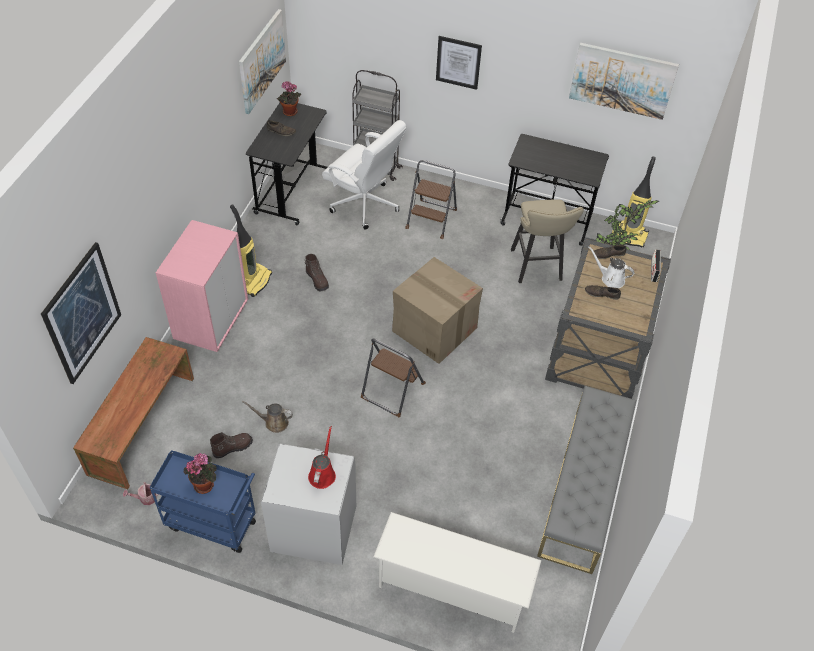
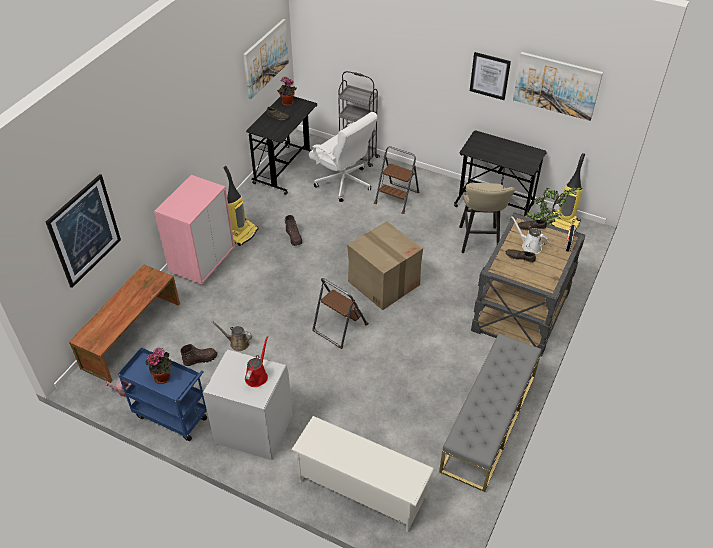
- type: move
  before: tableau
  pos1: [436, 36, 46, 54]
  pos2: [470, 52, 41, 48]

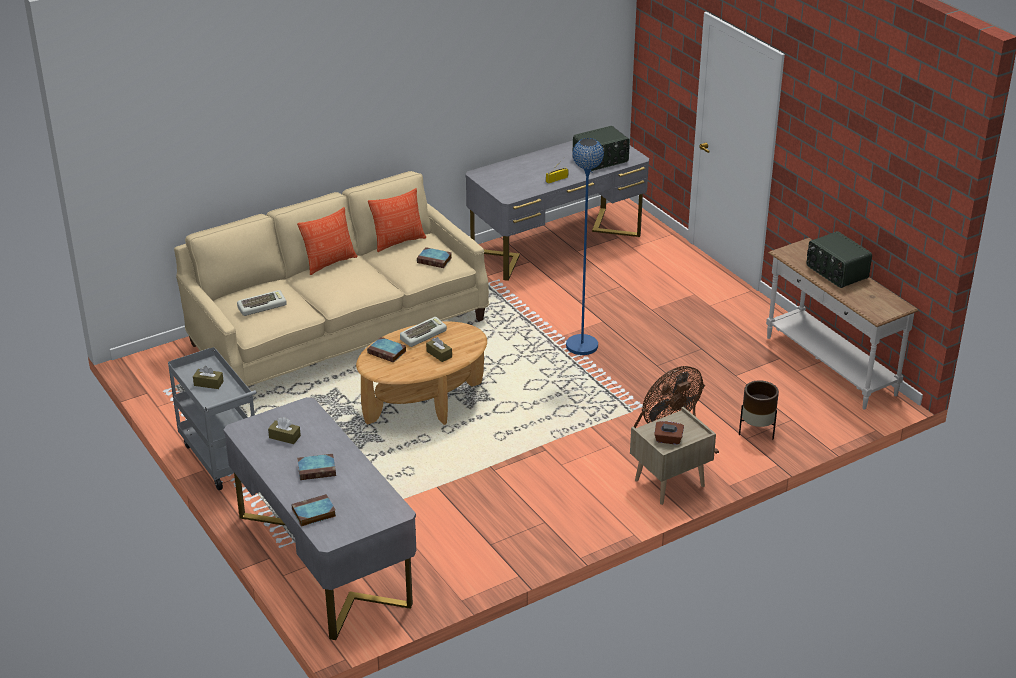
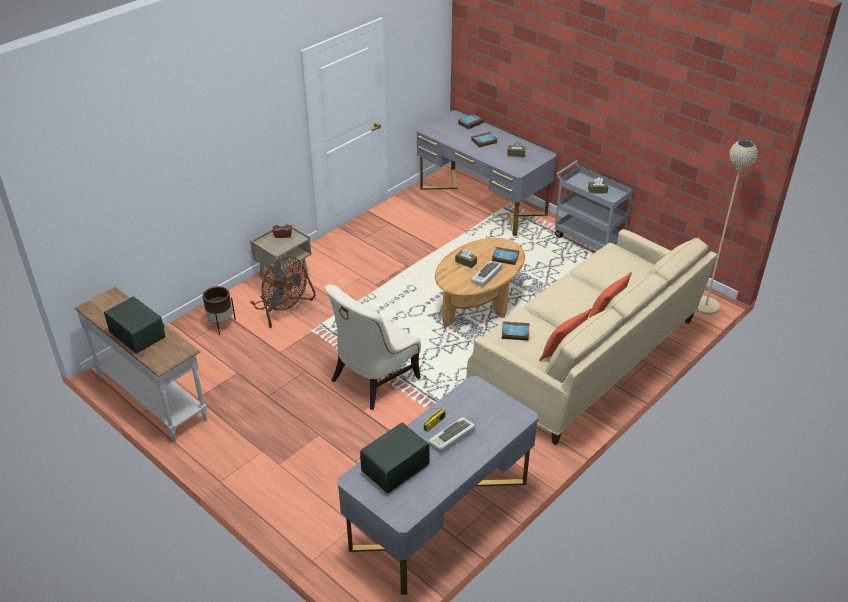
- type: replace
  before: lampadaire (bleu)
  after: fauteuil (beige)
  pos1: [566, 138, 38, 217]
  pos2: [325, 285, 96, 125]
- type: move
  before: clavier
  pos1: [237, 290, 50, 26]
  pos2: [428, 417, 47, 37]
- type: insert
  after: lampadaire (beige)
  pos2: [696, 140, 62, 175]

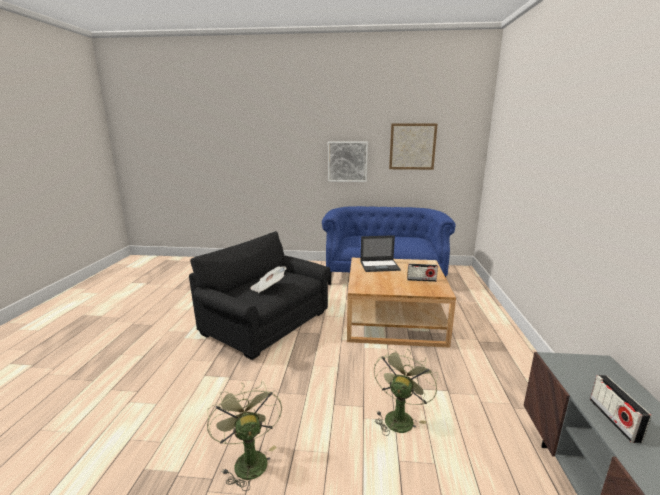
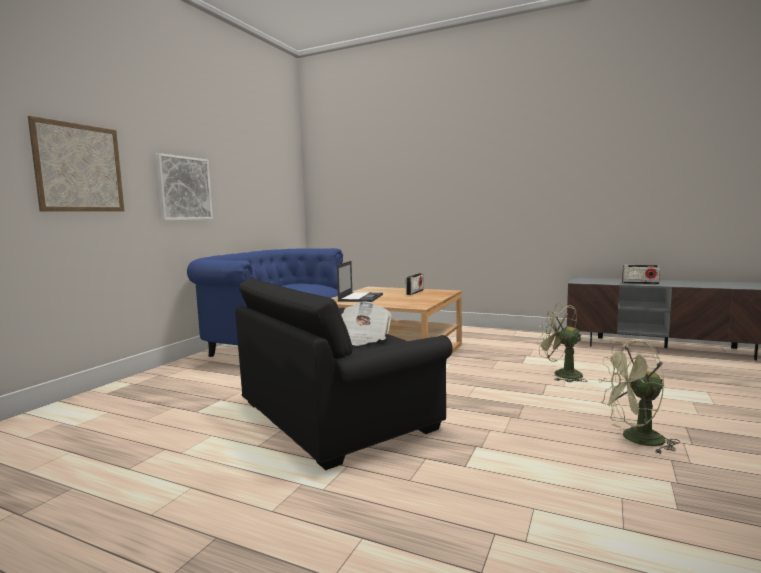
- type: move
  before: tableau
  pos1: [389, 122, 49, 48]
  pos2: [28, 116, 96, 96]

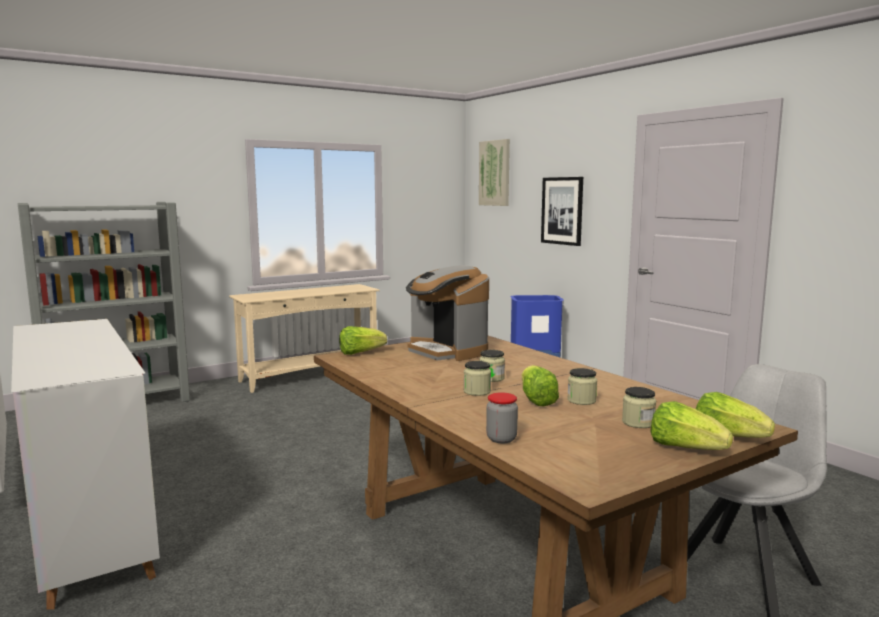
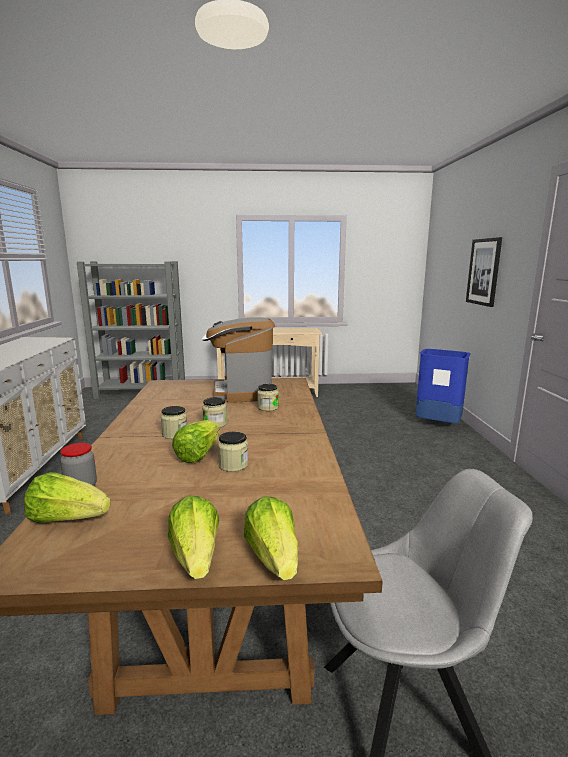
- type: move
  before: laitue
  pos1: [339, 326, 48, 29]
  pos2: [24, 472, 87, 51]
- type: move
  before: bocal
  pos1: [622, 387, 34, 41]
  pos2: [257, 384, 22, 27]
- type: delete
  before: tableau
  pos1: [479, 139, 31, 67]

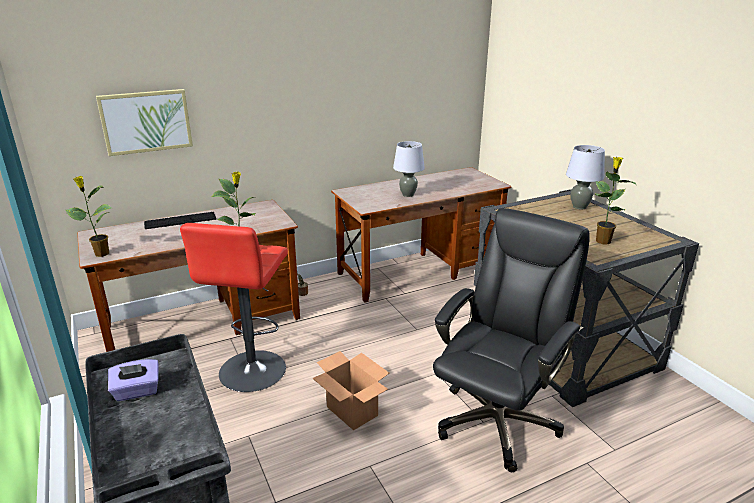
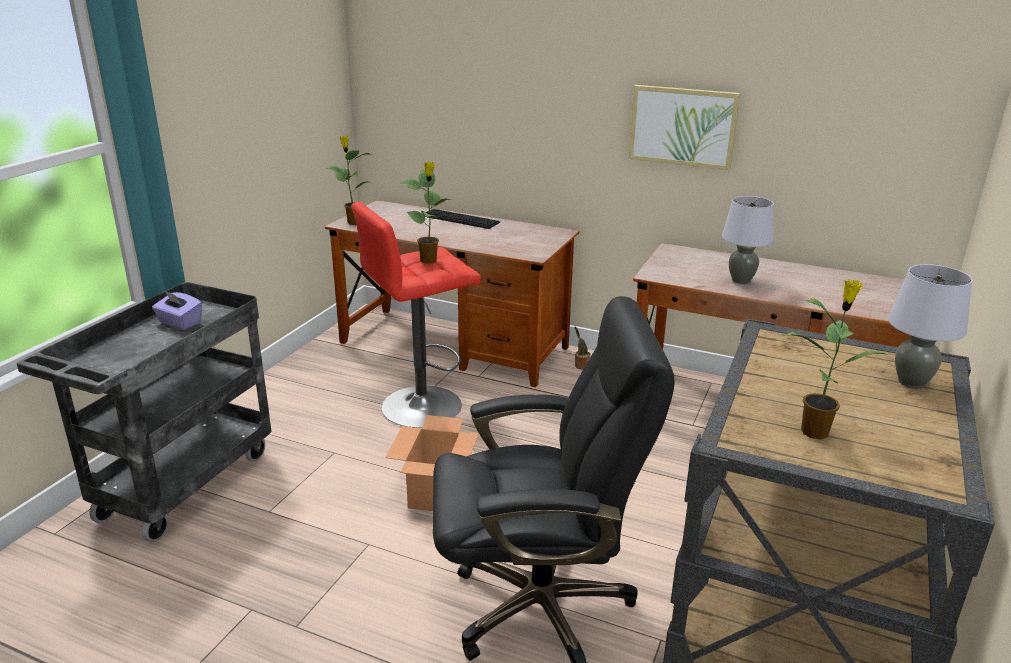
- type: move
  before: tableau
  pos1: [96, 89, 97, 67]
  pos2: [629, 85, 112, 85]

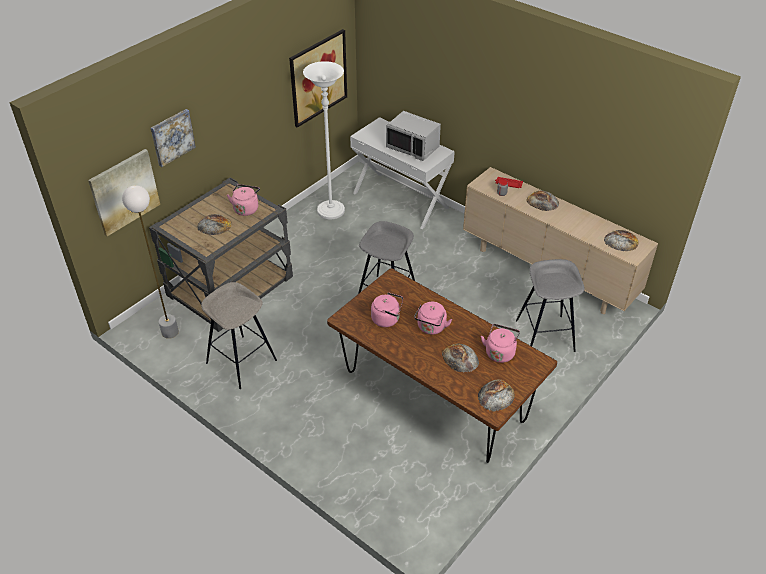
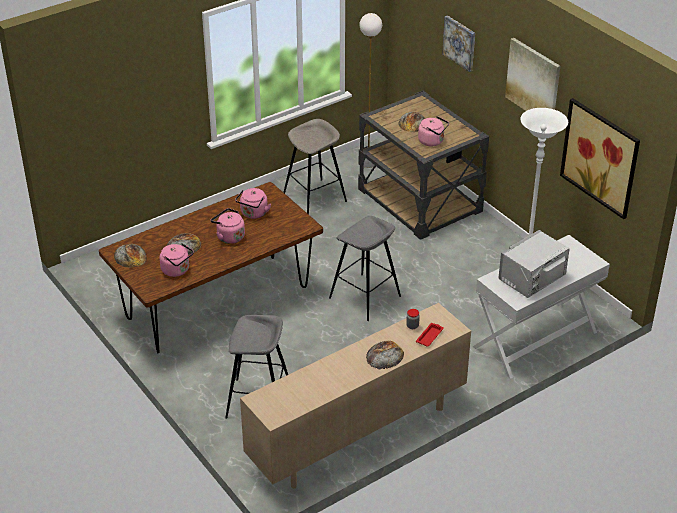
- type: move
  before: tableau
  pos1: [88, 149, 72, 87]
  pos2: [505, 38, 55, 73]
- type: delete
  before: pain
  pos1: [604, 230, 35, 21]

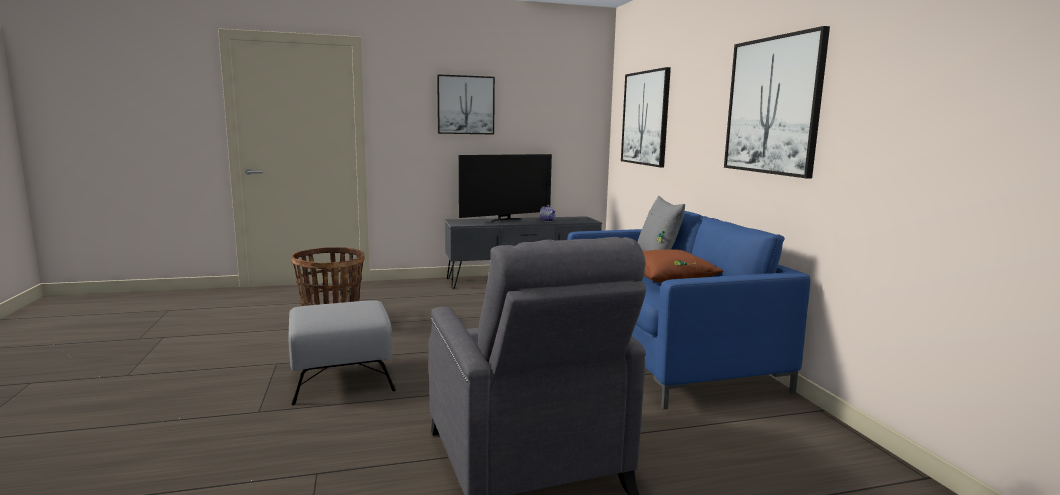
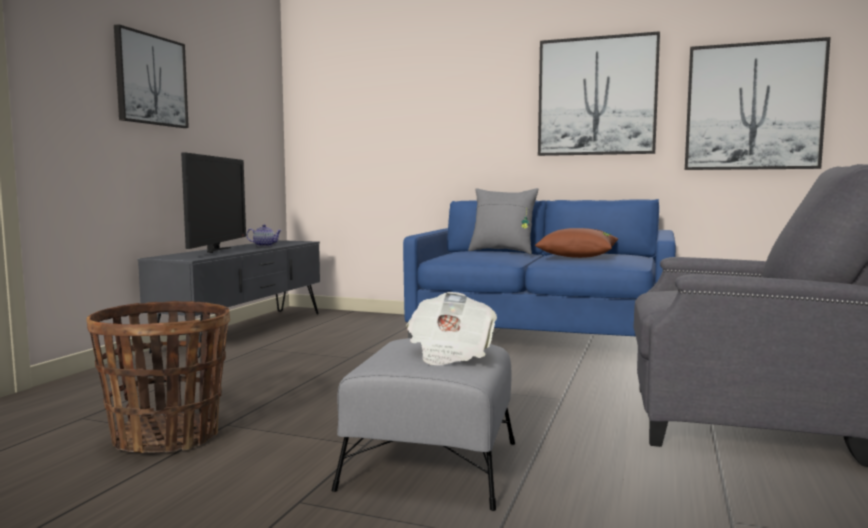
- type: insert
  after: journal
  pos2: [406, 292, 91, 73]
- type: move
  before: tableau
  pos1: [621, 67, 50, 100]
  pos2: [685, 37, 146, 133]

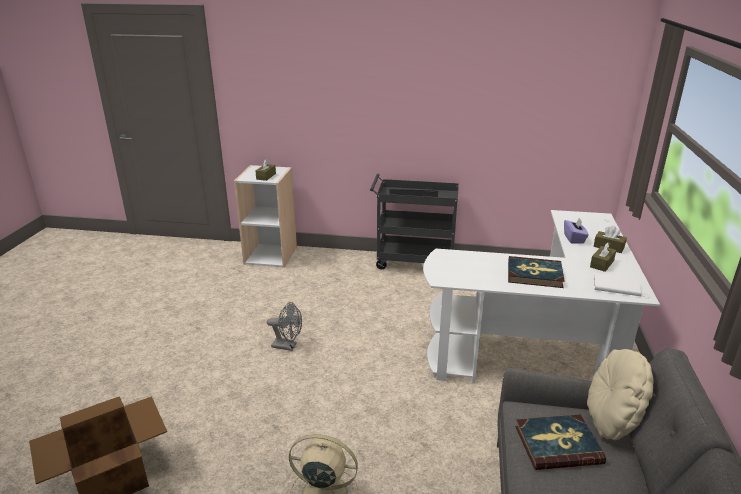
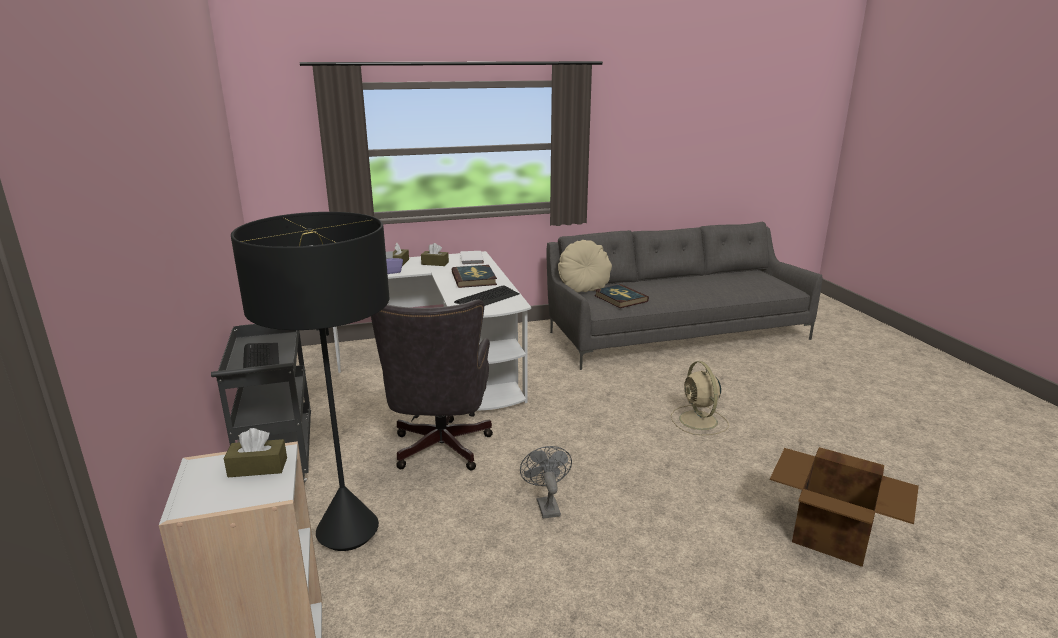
- type: insert
  after: lampadaire (noir)
  pos2: [231, 212, 158, 339]
- type: insert
  after: chaise de bureau (gris)
  pos2: [371, 300, 122, 170]
- type: insert
  after: clavier
  pos2: [454, 286, 66, 20]

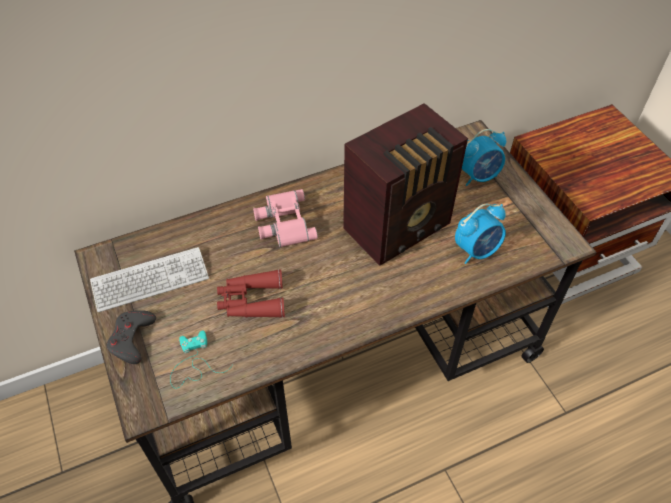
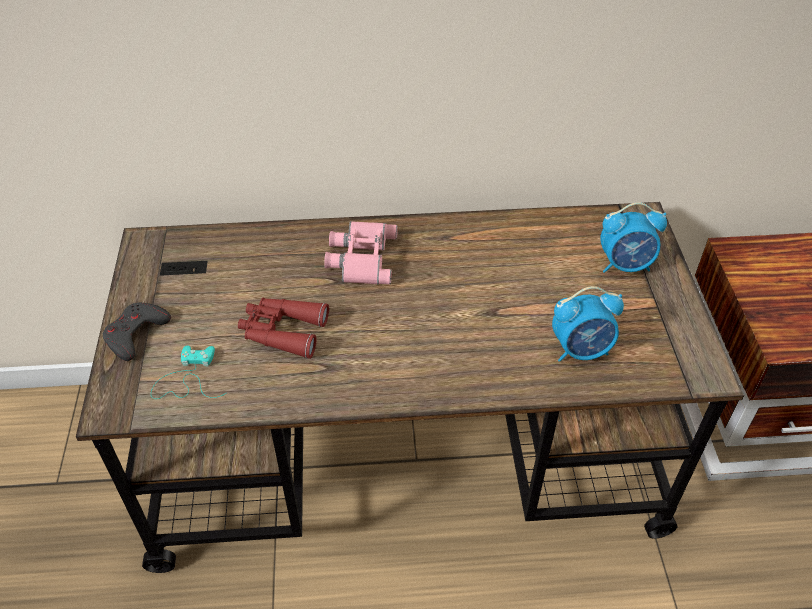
- type: delete
  before: clavier
  pos1: [90, 247, 119, 65]
- type: delete
  before: radio
  pos1: [343, 103, 125, 163]

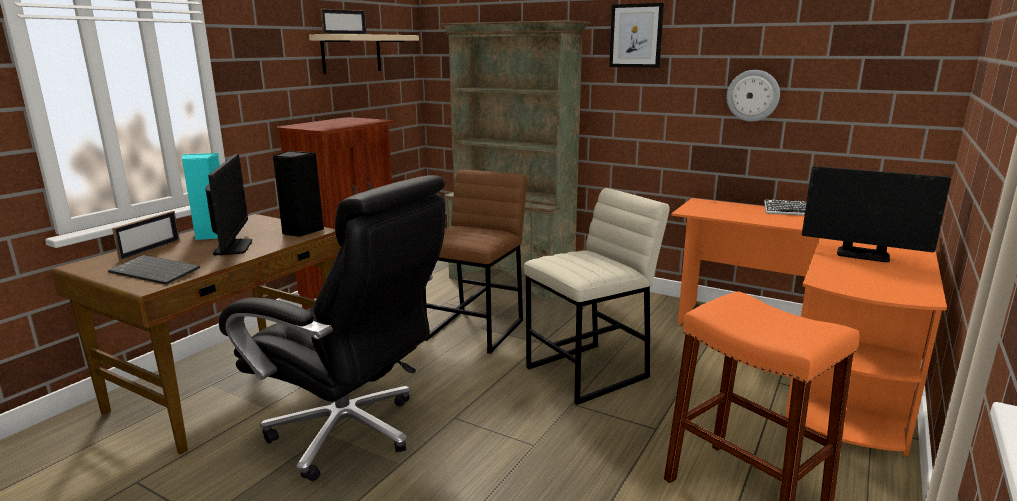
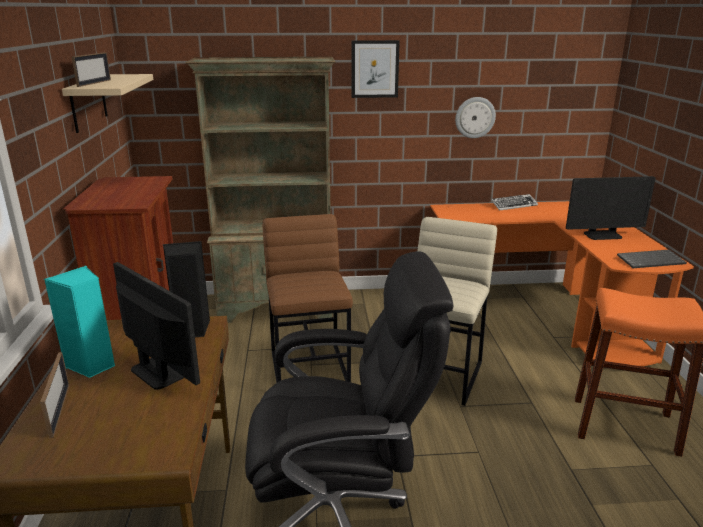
- type: move
  before: clavier
  pos1: [108, 255, 92, 30]
  pos2: [617, 250, 70, 18]

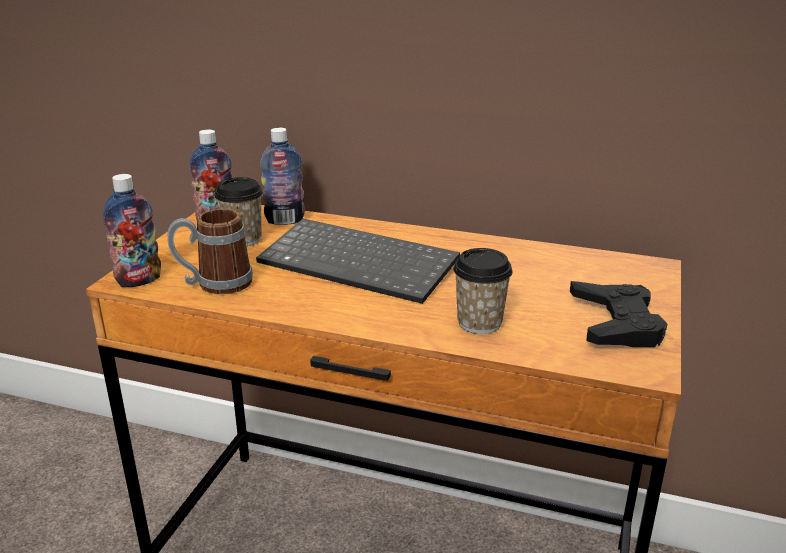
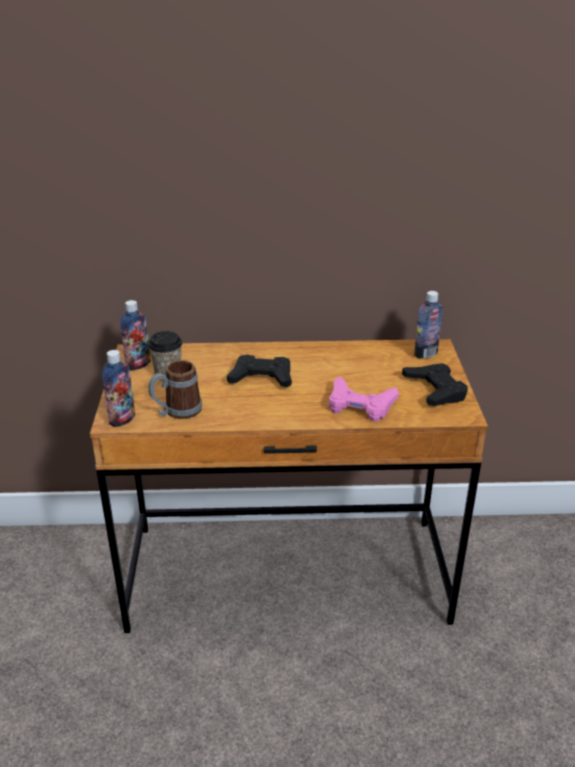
- type: replace
  before: clavier
  after: manette (noir)
  pos1: [256, 219, 204, 85]
  pos2: [227, 355, 65, 32]
- type: replace
  before: tasse
  after: manette (rose)
  pos1: [453, 248, 60, 86]
  pos2: [329, 376, 70, 46]
- type: move
  before: bouteille
  pos1: [260, 128, 45, 97]
  pos2: [414, 291, 29, 68]

